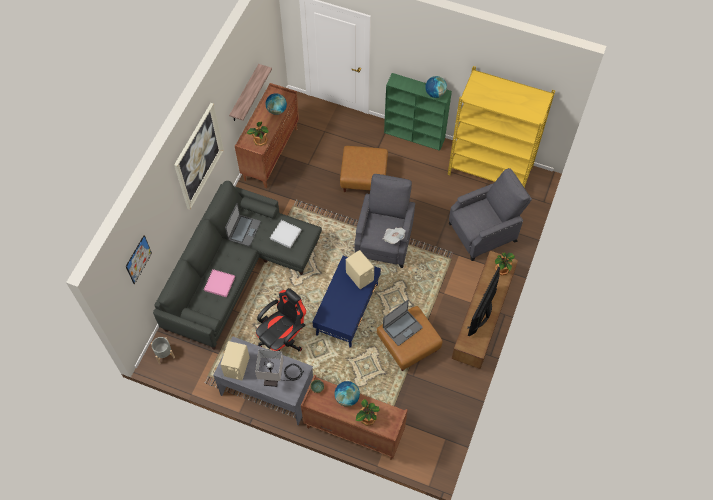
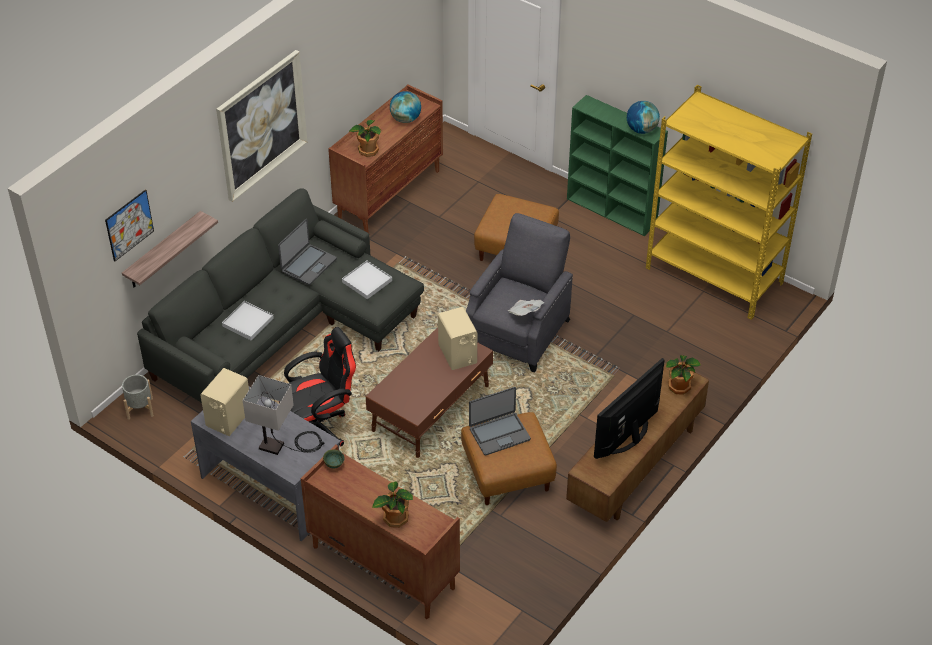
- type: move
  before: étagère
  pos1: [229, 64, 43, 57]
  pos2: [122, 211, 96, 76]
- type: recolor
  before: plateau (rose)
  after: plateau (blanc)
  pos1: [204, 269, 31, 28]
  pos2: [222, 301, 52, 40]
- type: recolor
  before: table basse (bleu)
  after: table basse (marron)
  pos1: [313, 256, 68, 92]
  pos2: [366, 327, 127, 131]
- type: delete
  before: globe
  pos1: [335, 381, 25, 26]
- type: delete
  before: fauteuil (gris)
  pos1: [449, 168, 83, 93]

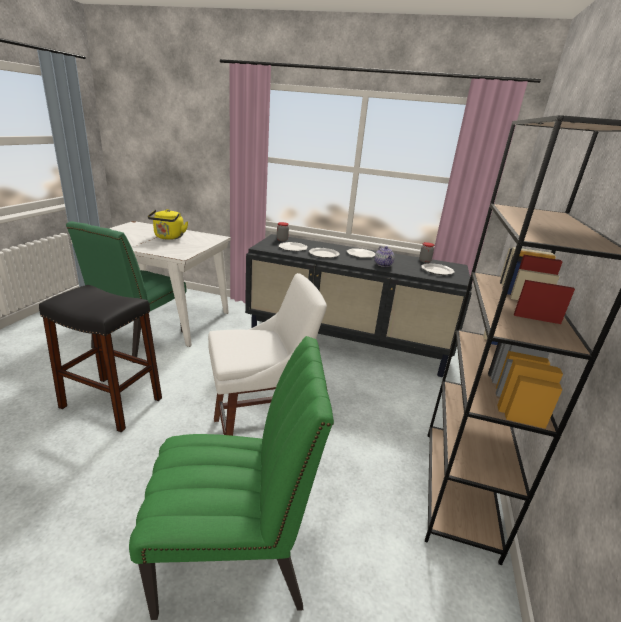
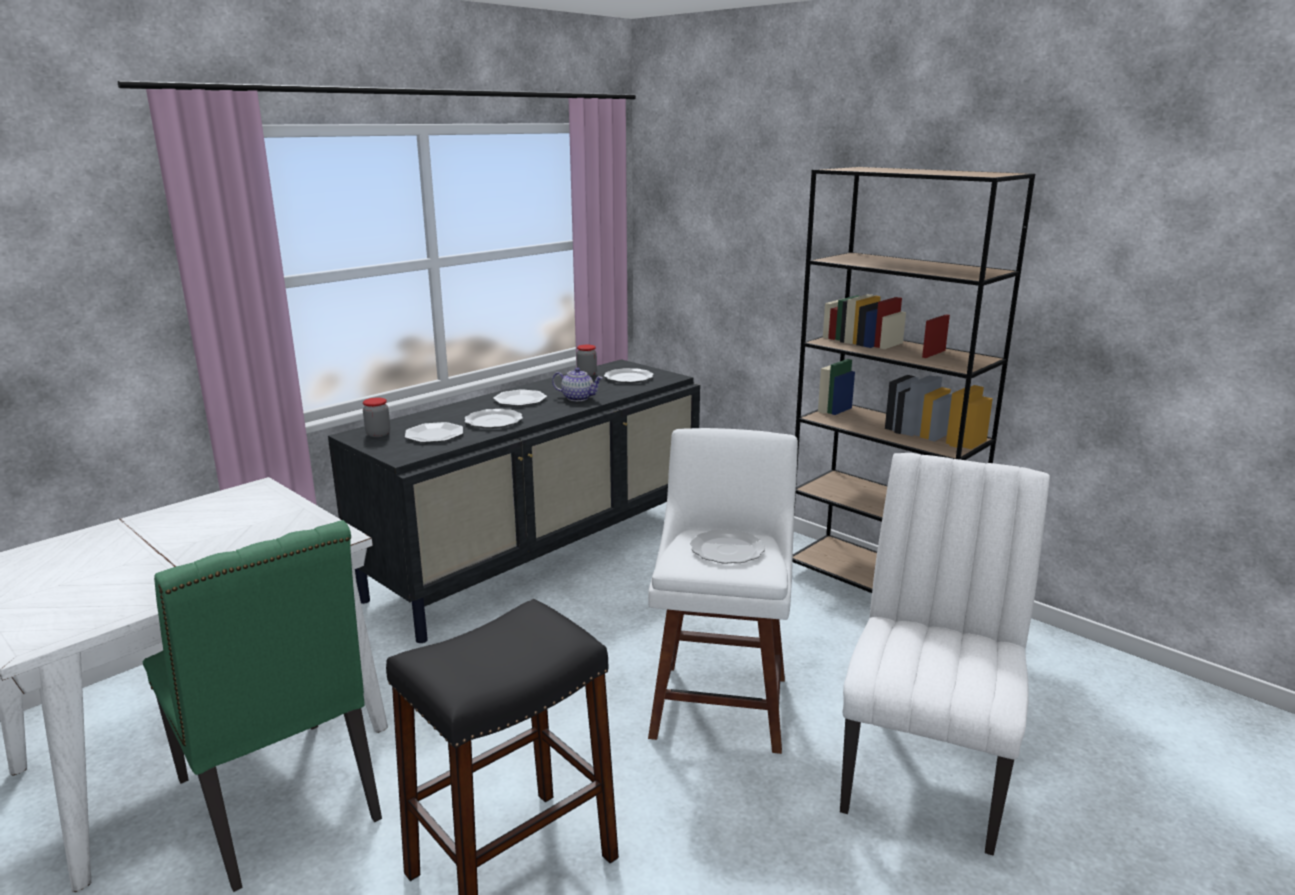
- type: insert
  after: assiette
  pos2: [690, 529, 75, 35]
- type: recolor
  before: chaise (vert)
  after: chaise (blanc)
  pos1: [129, 336, 205, 284]
  pos2: [840, 453, 210, 403]
- type: delete
  before: bouilloire (jaune)
  pos1: [148, 209, 40, 31]

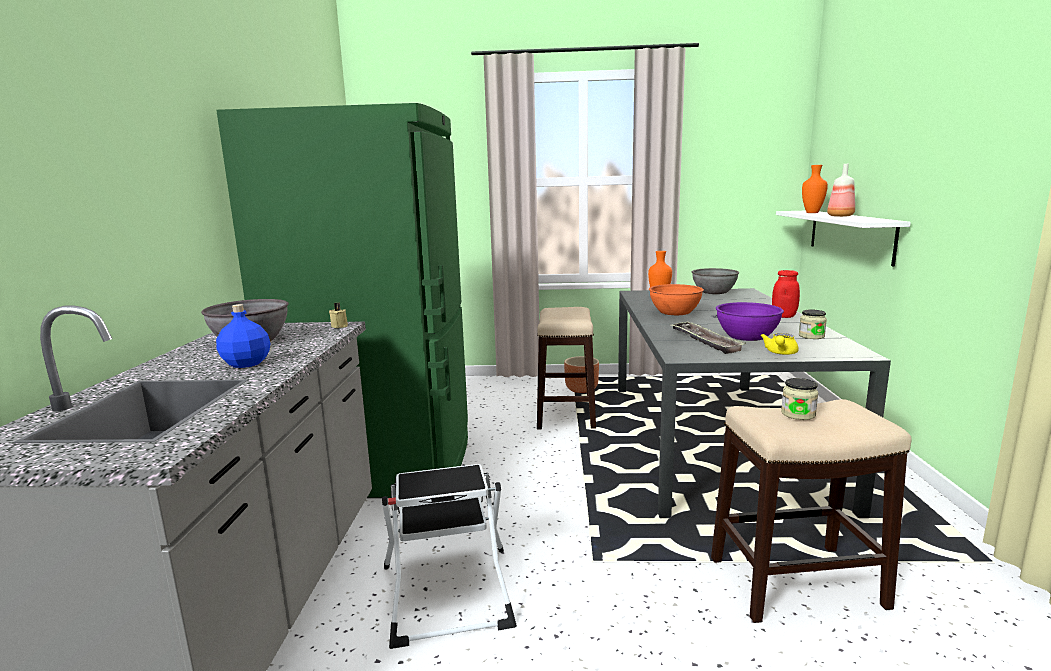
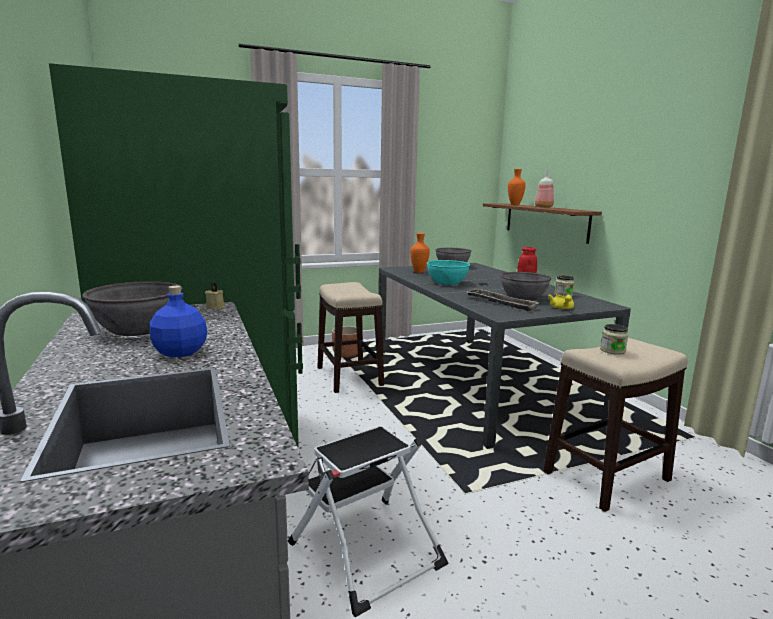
- type: recolor
  before: bol (orange)
  after: bol (turquoise)
  pos1: [649, 284, 55, 31]
  pos2: [427, 260, 43, 25]
- type: recolor
  before: étagère (blanc)
  after: étagère (marron)
  pos1: [776, 211, 135, 56]
  pos2: [483, 203, 119, 41]
- type: recolor
  before: bol (violet)
  after: bol (gris)
  pos1: [716, 302, 68, 39]
  pos2: [500, 272, 51, 29]

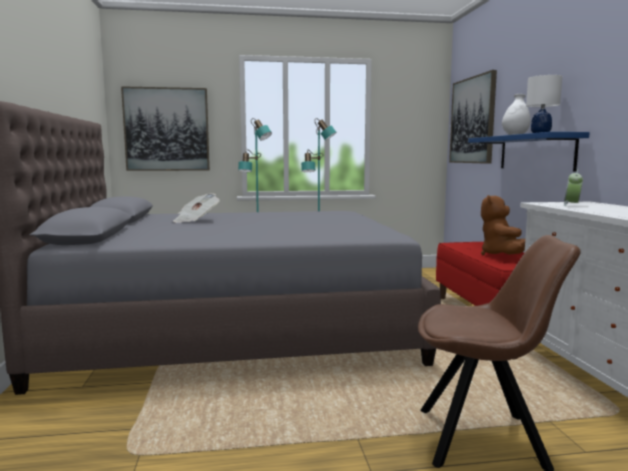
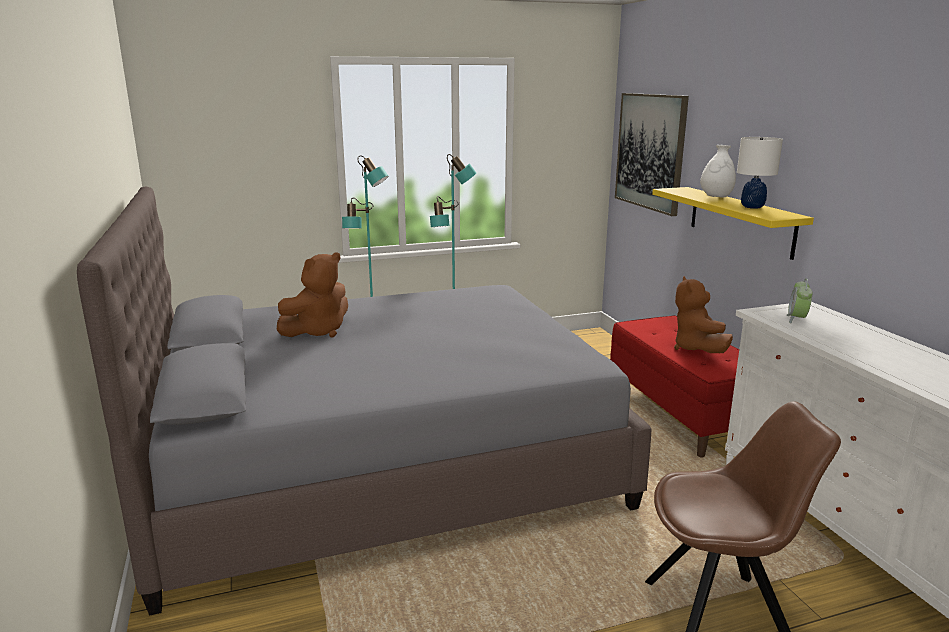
- type: replace
  before: journal
  after: peluche (marron)
  pos1: [173, 193, 47, 30]
  pos2: [277, 253, 71, 84]
- type: recolor
  before: étagère (bleu)
  after: étagère (jaune)
  pos1: [468, 132, 122, 40]
  pos2: [652, 187, 162, 73]
- type: delete
  before: tableau
  pos1: [121, 86, 89, 85]

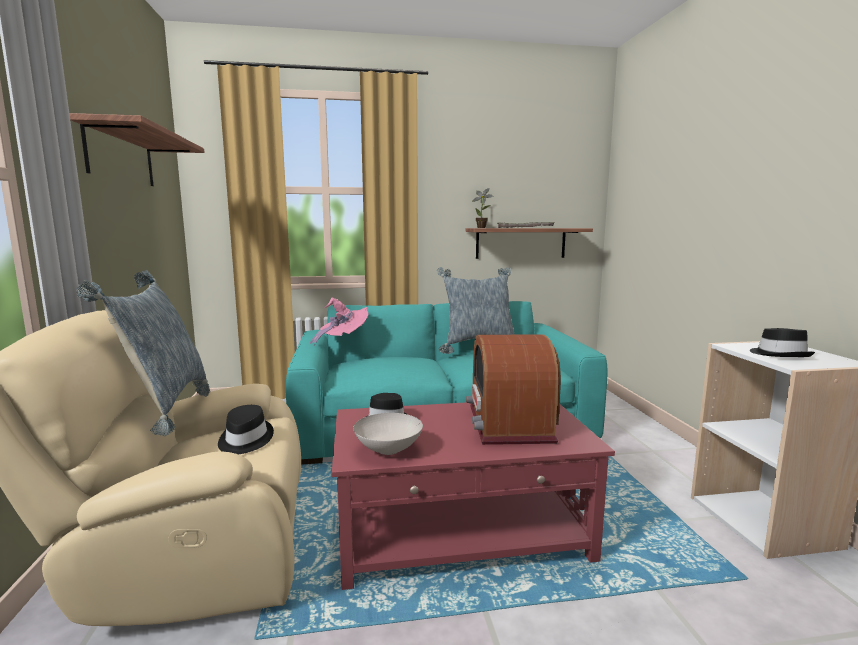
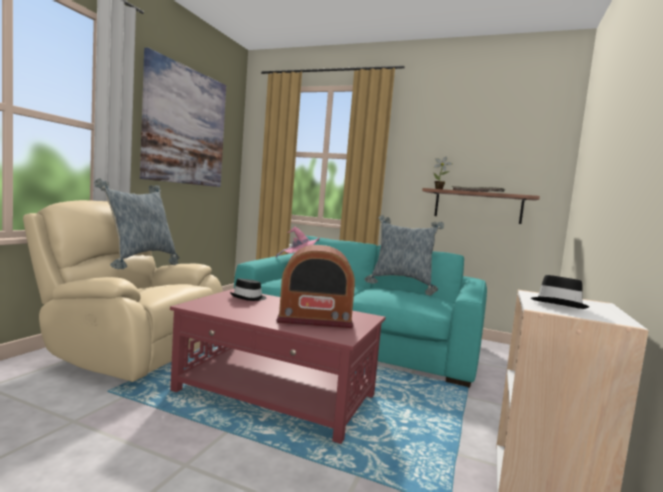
- type: replace
  before: étagère
  after: tableau
  pos1: [69, 113, 136, 73]
  pos2: [140, 48, 86, 139]
- type: rotate
  before: radio
  pos1: [466, 334, 95, 111]
  pos2: [276, 245, 79, 84]
  turn: -120
- type: delete
  before: chapeau (noir)
  pos1: [218, 405, 56, 49]
- type: delete
  before: bol (blanc)
  pos1: [353, 413, 70, 42]

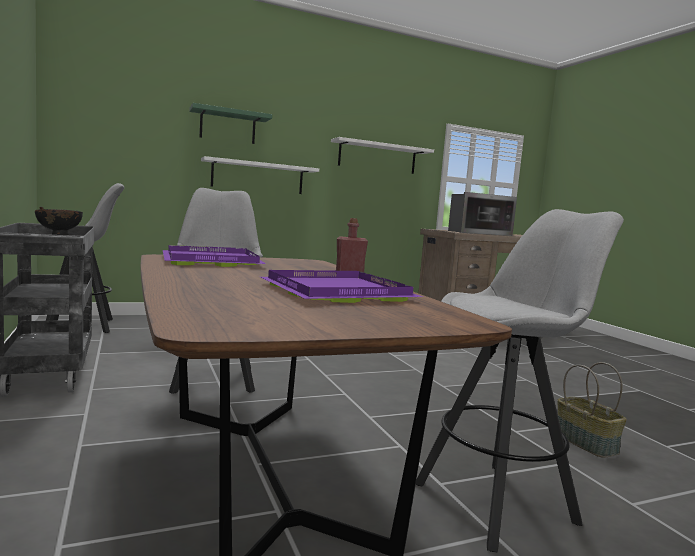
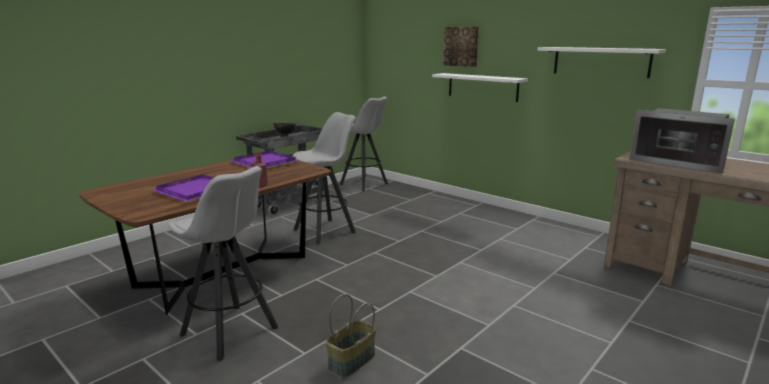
- type: replace
  before: étagère (vert)
  after: tableau
  pos1: [189, 103, 83, 41]
  pos2: [443, 27, 36, 40]

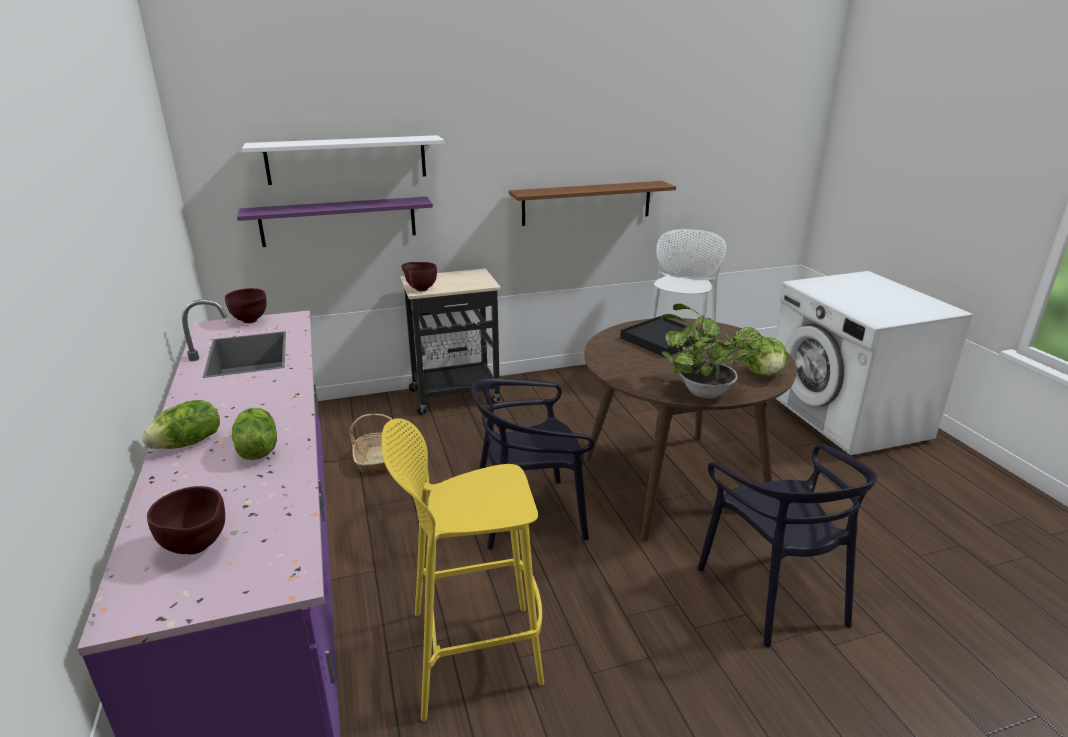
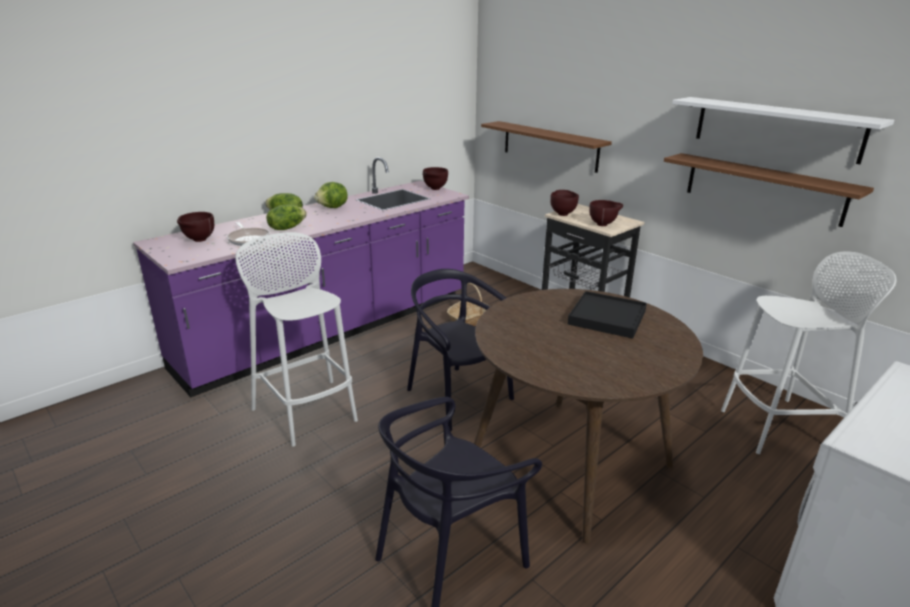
- type: insert
  after: poêle
  pos2: [227, 222, 43, 24]
- type: recolor
  before: tabouret (jaune)
  after: tabouret (blanc)
  pos1: [381, 418, 163, 303]
  pos2: [235, 232, 123, 215]
- type: move
  before: laitue
  pos1: [745, 337, 42, 39]
  pos2: [314, 182, 34, 26]
- type: recolor
  before: étagère (violet)
  after: étagère (marron)
  pos1: [237, 197, 196, 50]
  pos2: [481, 121, 131, 52]
- type: insert
  after: bol (marron)
  pos2: [589, 200, 34, 26]
- type: move
  before: étagère (blanc)
  pos1: [242, 135, 202, 50]
  pos2: [672, 97, 222, 67]
- type: delete
  before: plante en pot
  pos1: [659, 304, 104, 94]

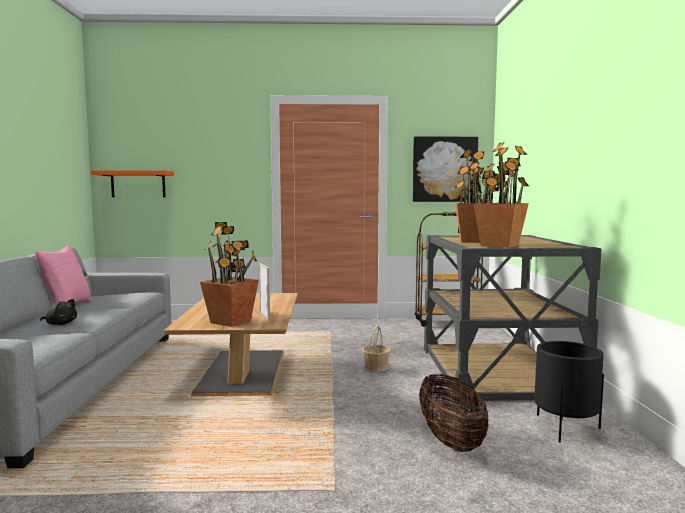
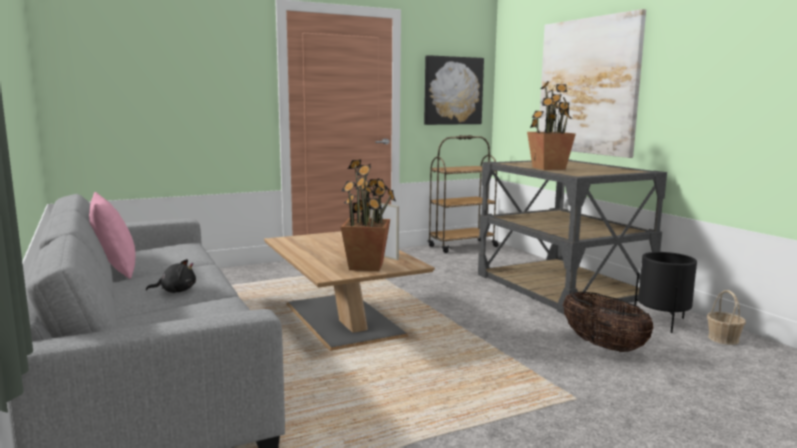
- type: insert
  after: tableau
  pos2: [539, 9, 107, 149]
- type: move
  before: panier
  pos1: [362, 326, 29, 46]
  pos2: [707, 290, 39, 55]
- type: delete
  before: étagère (orange)
  pos1: [90, 170, 84, 27]
- type: delete
  before: plante en pot
  pos1: [473, 142, 56, 106]

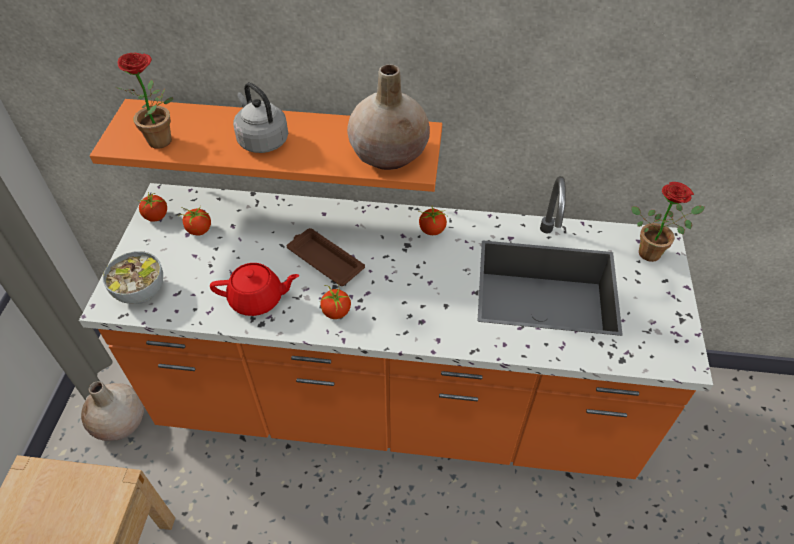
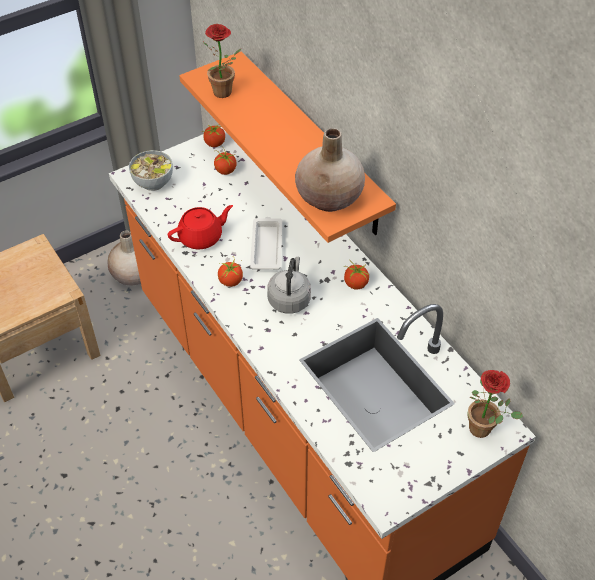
- type: rotate
  before: théière (rouge)
  pos1: [210, 263, 89, 53]
  pos2: [168, 205, 65, 45]
  turn: -75
- type: recolor
  before: plateau (marron)
  after: plateau (blanc)
  pos1: [287, 228, 78, 58]
  pos2: [250, 217, 32, 53]
- type: move
  before: bouilloire (gris)
  pos1: [233, 82, 55, 71]
  pos2: [267, 257, 44, 57]

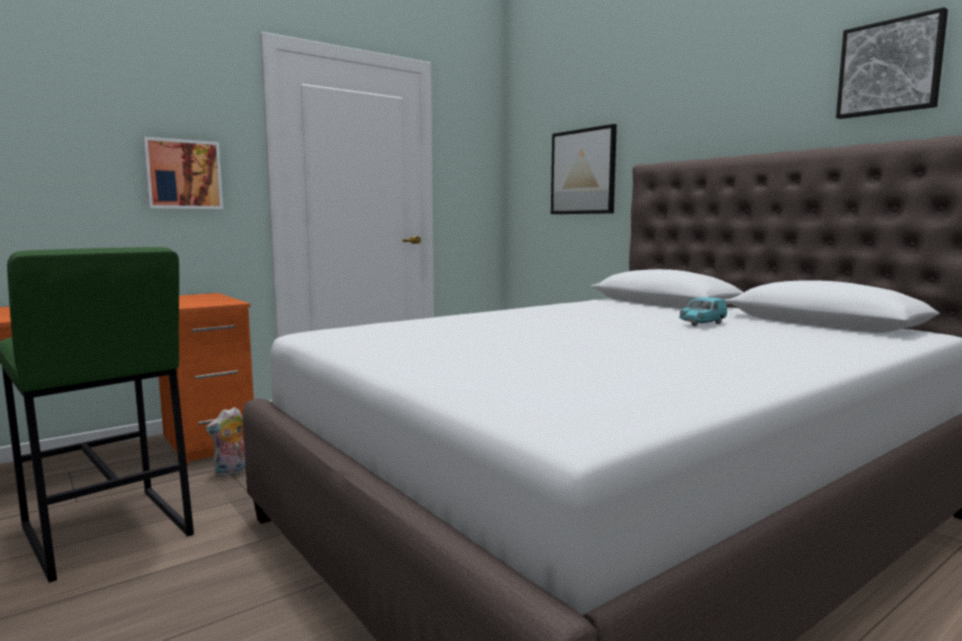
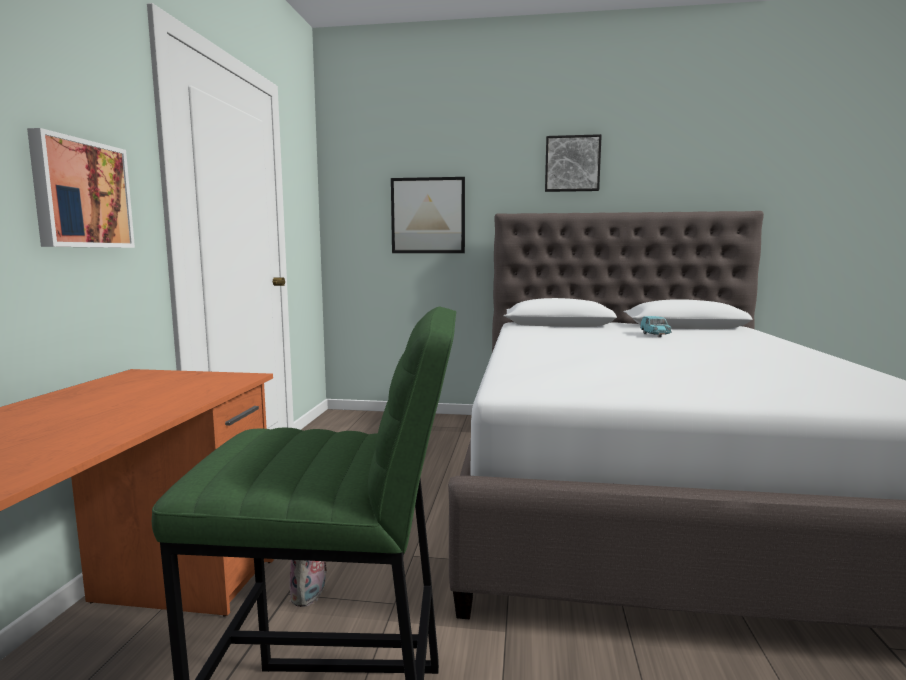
- type: move
  before: tableau
  pos1: [836, 7, 112, 112]
  pos2: [545, 134, 57, 58]

